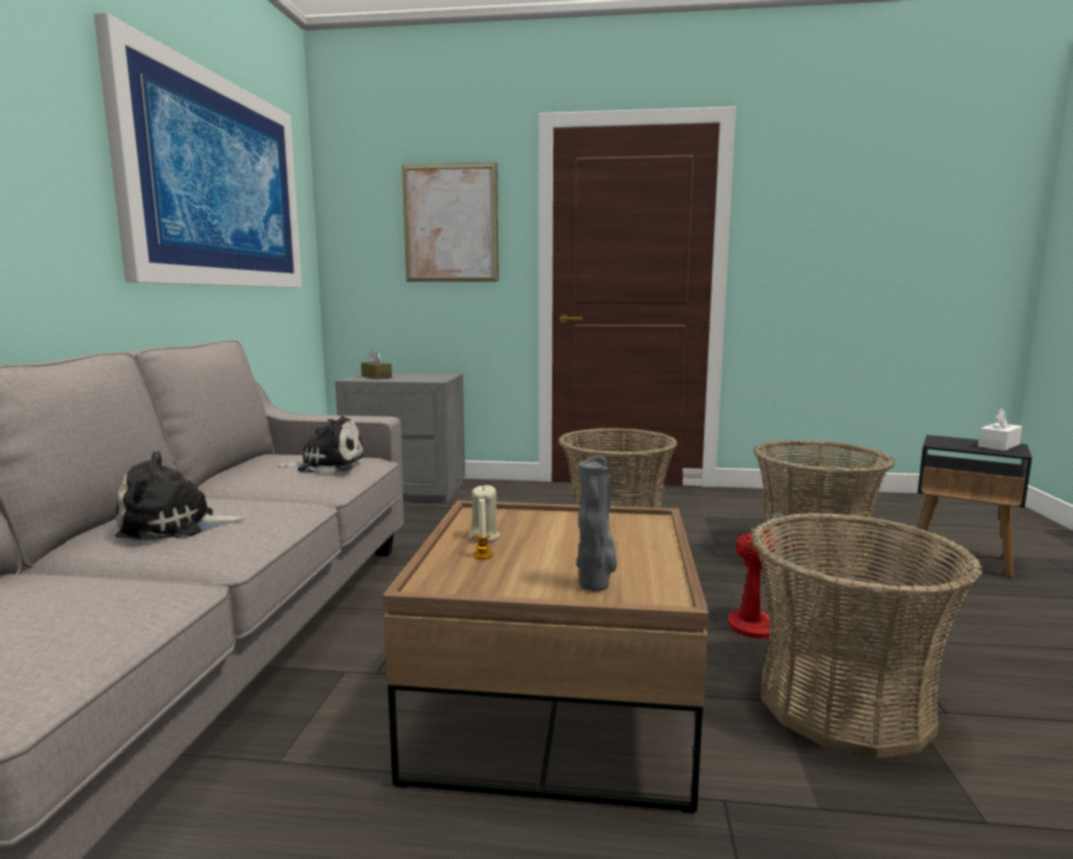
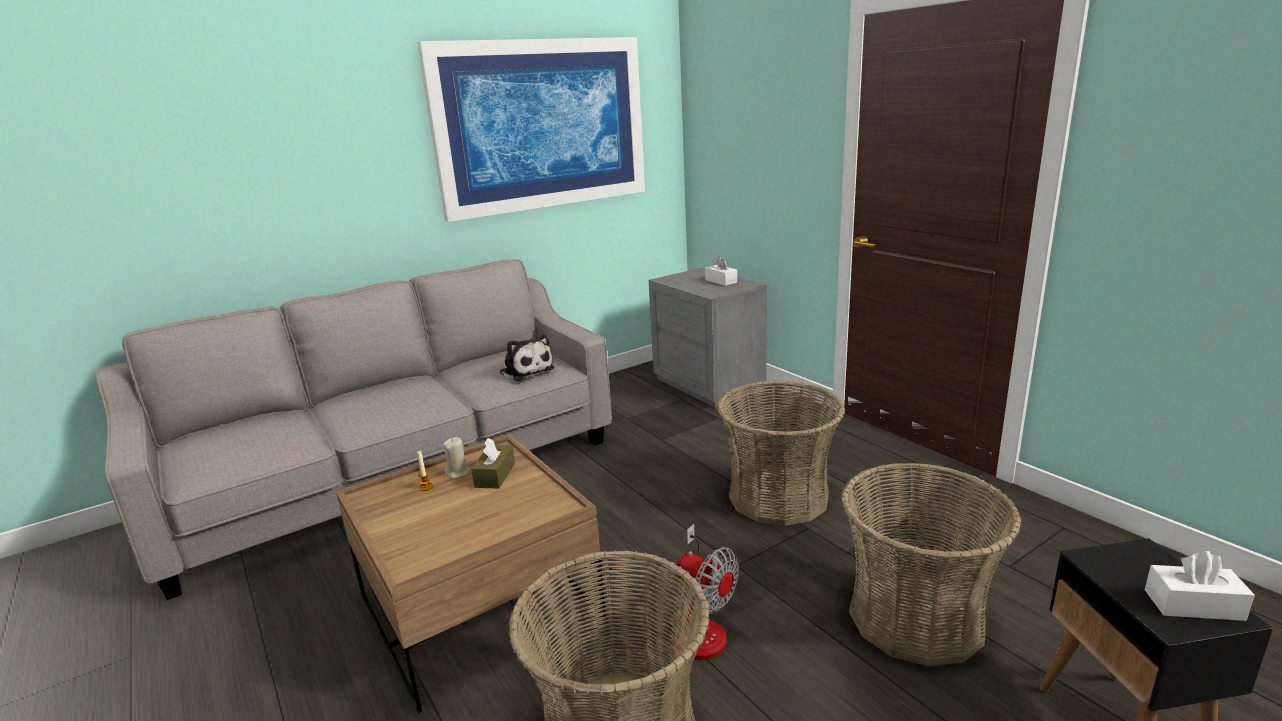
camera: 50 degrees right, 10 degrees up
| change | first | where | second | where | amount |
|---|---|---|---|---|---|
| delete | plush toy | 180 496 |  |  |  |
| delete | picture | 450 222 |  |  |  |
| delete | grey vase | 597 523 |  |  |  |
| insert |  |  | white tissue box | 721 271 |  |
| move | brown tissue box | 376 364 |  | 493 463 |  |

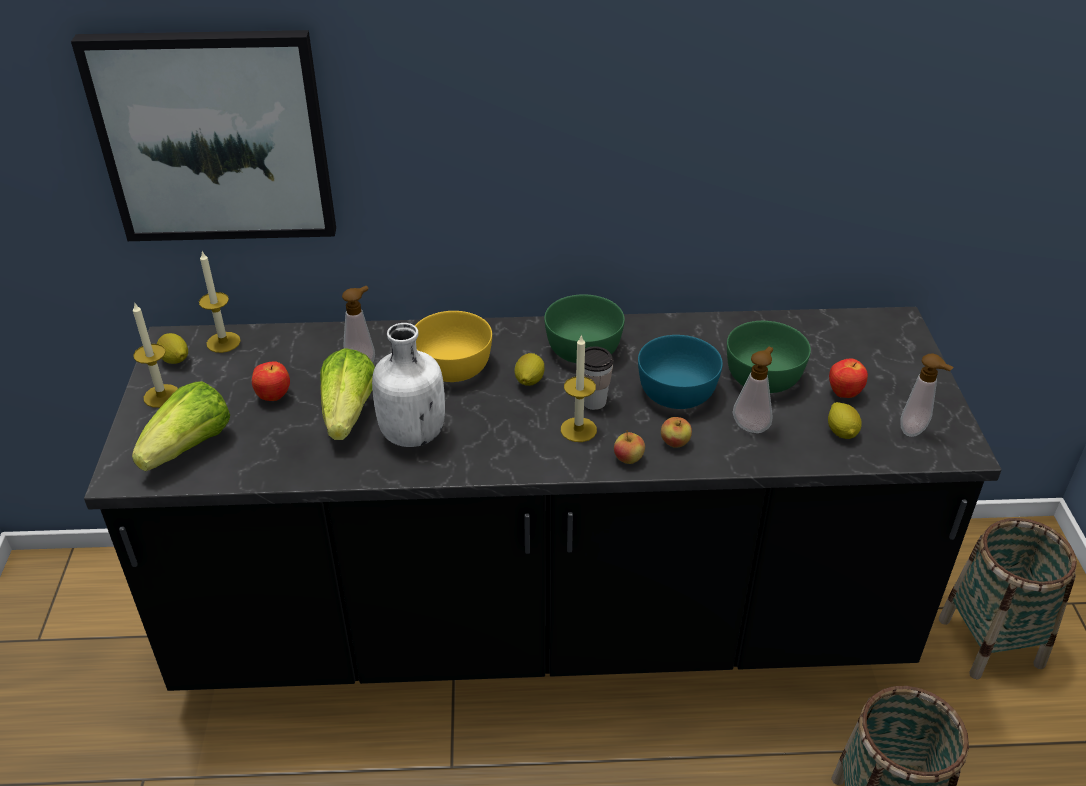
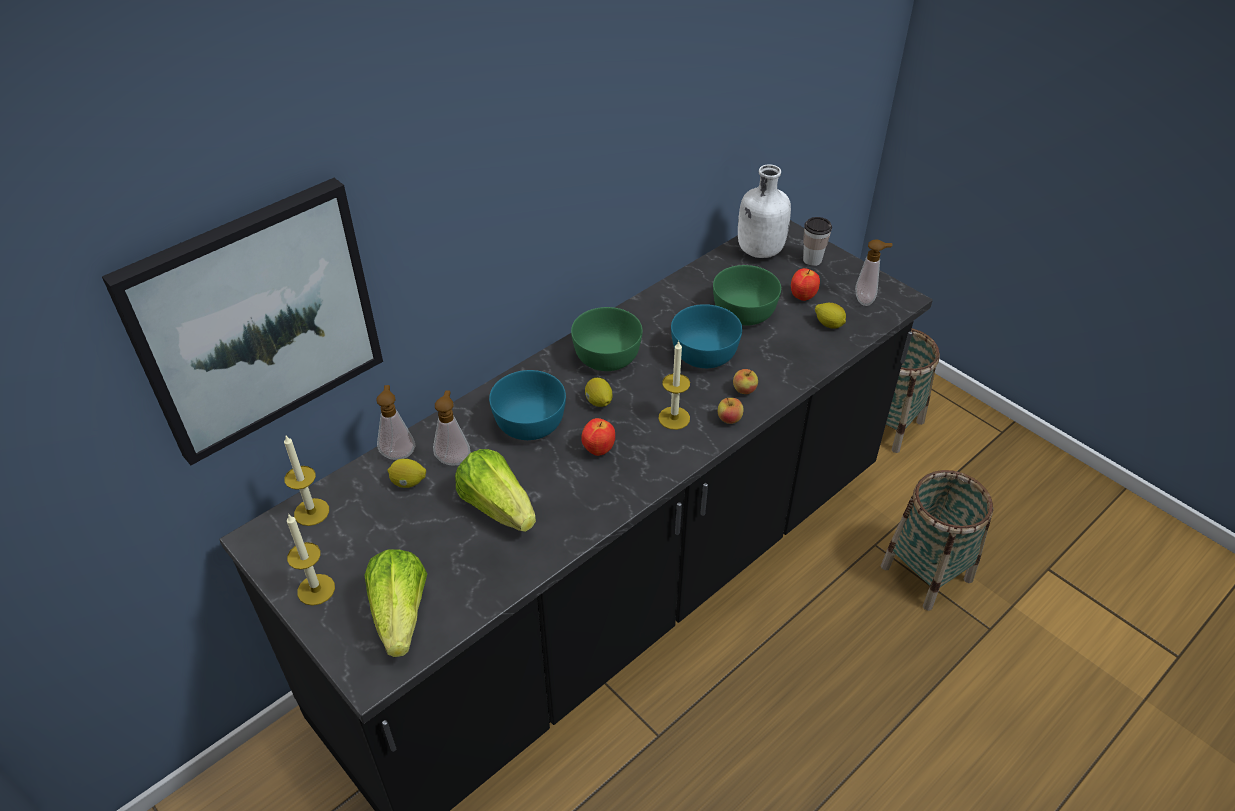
camera: 40 degrees left, 5 degrees up
| change | first | where | second | where | amount |
|---|---|---|---|---|---|
| move | lemon | 172 348 |  | 407 473 |  |
| move | apple | 271 381 |  | 598 437 |  |
| move | white bottle | 408 385 |  | 764 211 |  |
| move | cup | 598 378 |  | 817 241 |  |
| move | soap dispenser | 752 390 |  | 396 422 |  |
| recolor | yellow bowl | 453 346 | turquoise bowl | 527 405 |  |

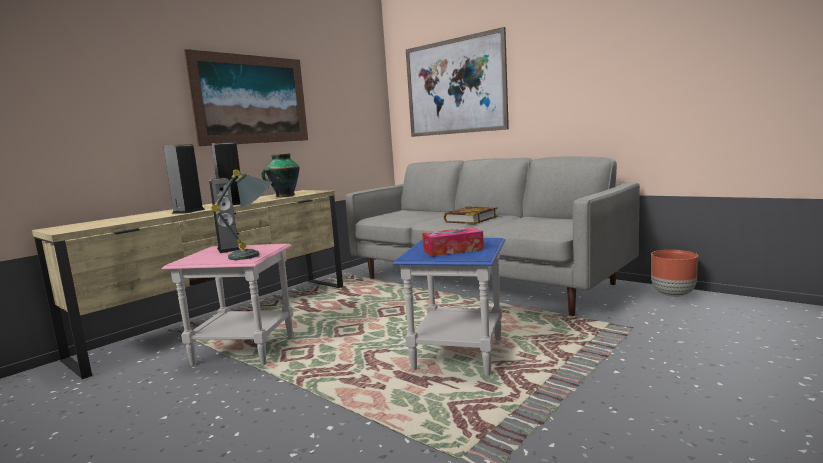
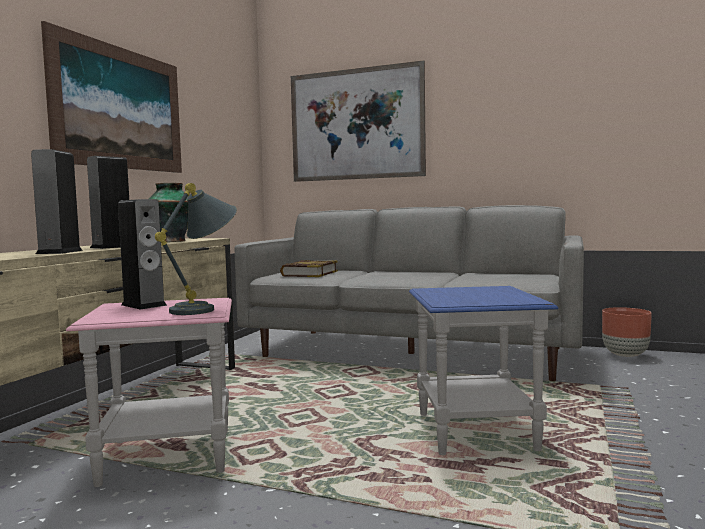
camera: 20 degrees left, 5 degrees down
| change | first | where | second | where | amount |
|---|---|---|---|---|---|
| delete | tissue box | 453 241 |  |  |  |
| move | book | 471 215 |  | 309 268 |  |

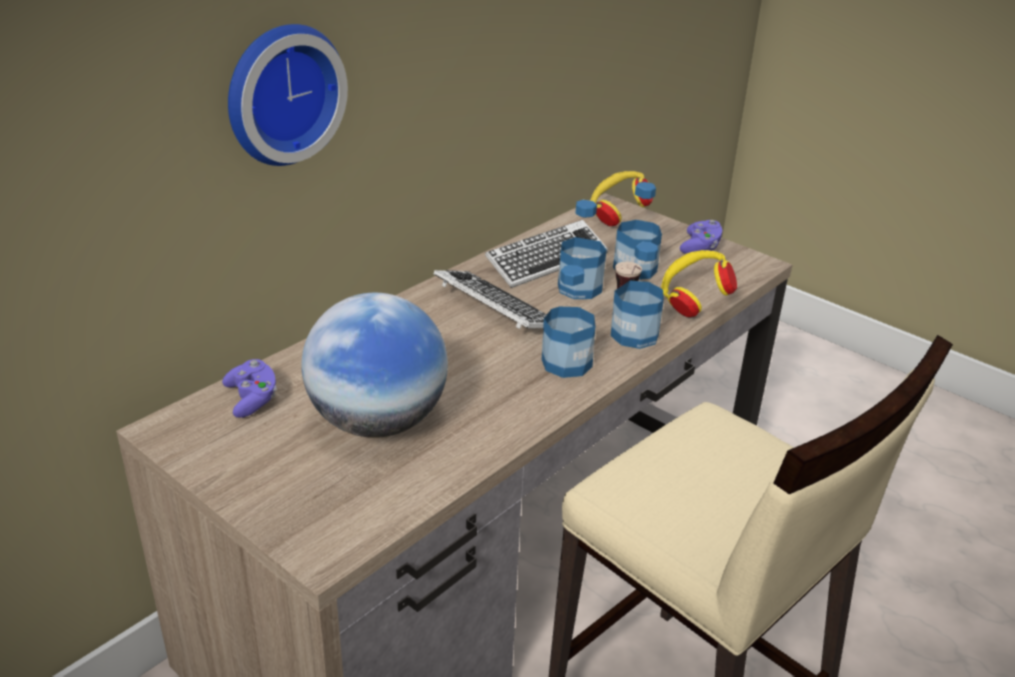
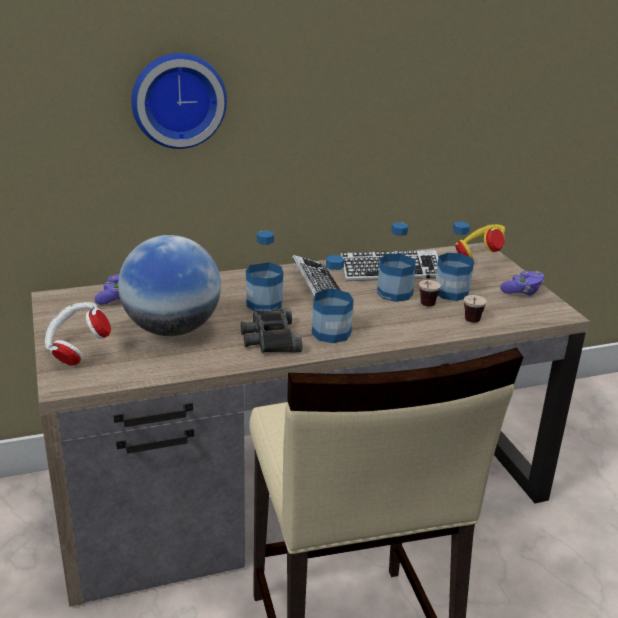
camera: 30 degrees right, 5 degrees down
| change | first | where | second | where | amount |
|---|---|---|---|---|---|
| insert |  |  | white headphones | 78 333 |  |
| insert |  |  | black binoculars | 271 330 |  |
| move | bottle | 637 295 |  | 264 271 |  |
| replace | yellow headphones | 699 283 | cup | 475 309 |  |

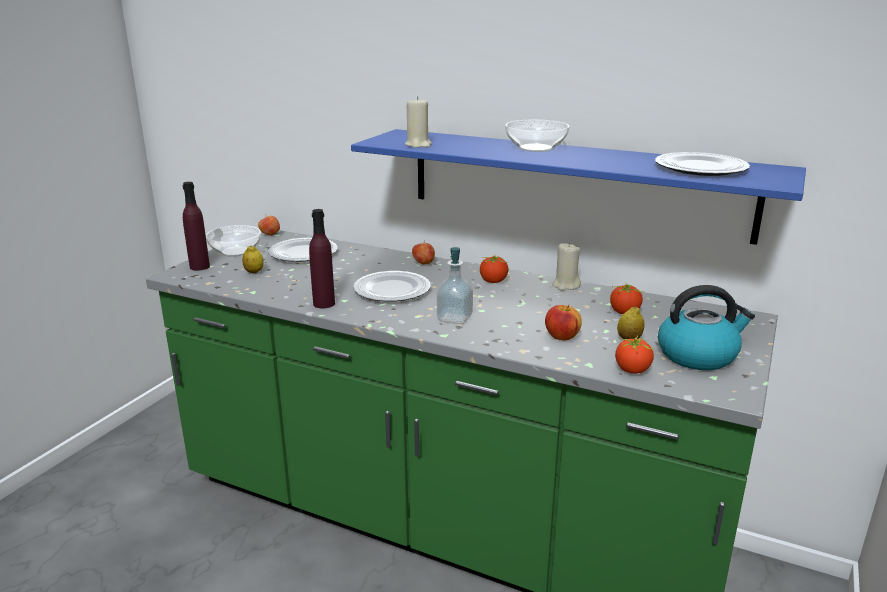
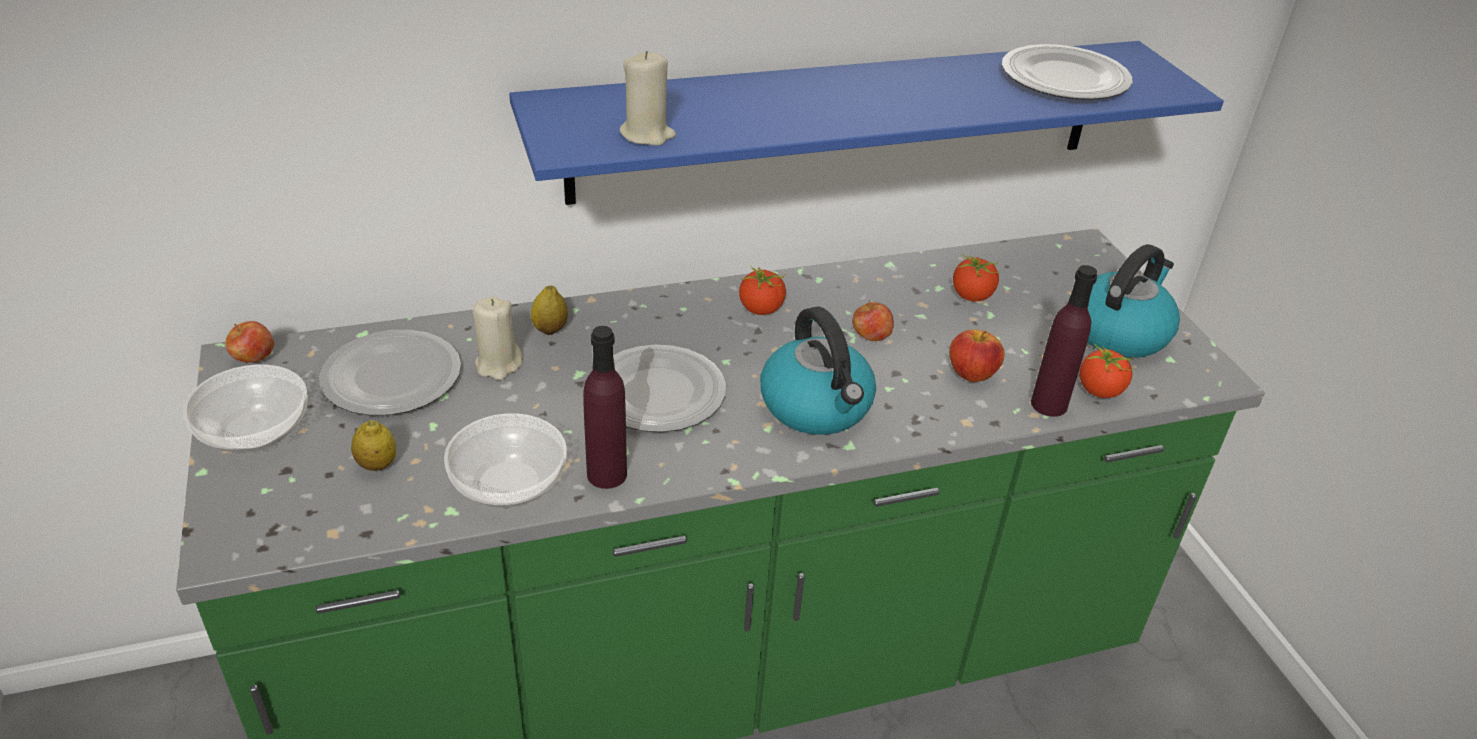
camera: 45 degrees left, 15 degrees up
| change | first | where | second | where | amount |
|---|---|---|---|---|---|
| move | purple bottle | 196 226 |  | 1064 341 |  |
| move | apple | 423 253 |  | 873 320 |  |
| move | bowl | 537 136 |  | 505 460 |  |
| move | beige candle | 566 266 |  | 498 338 |  |
| move | lemon | 630 322 |  | 549 310 |  |
| replace | soap dispenser | 455 285 | kettle | 818 371 |  |

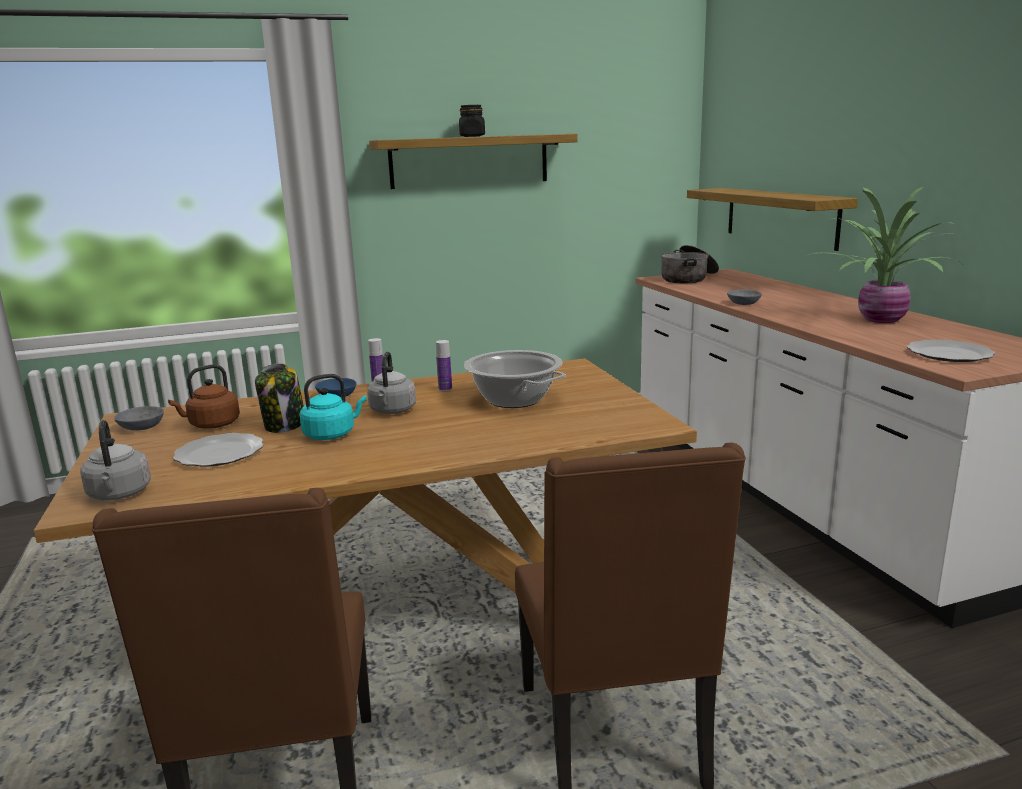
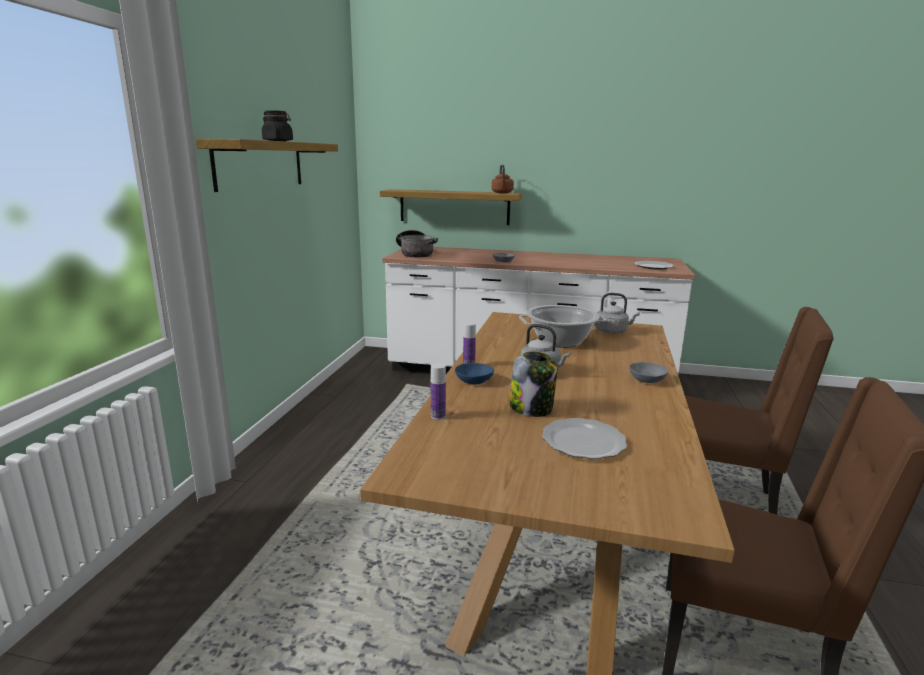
camera: 60 degrees left, 0 degrees up
| change | first | where | second | where | amount |
|---|---|---|---|---|---|
| delete | turquoise kettle | 333 407 |  |  |  |
| delete | potted plant | 883 255 |  |  |  |
| move | grey kettle | 115 460 |  | 617 313 |  |
| move | grey bowl | 139 418 |  | 648 372 |  |
| move | brown kettle | 204 396 |  | 503 178 |  |
| move | bottle | 444 366 |  | 438 391 |  |

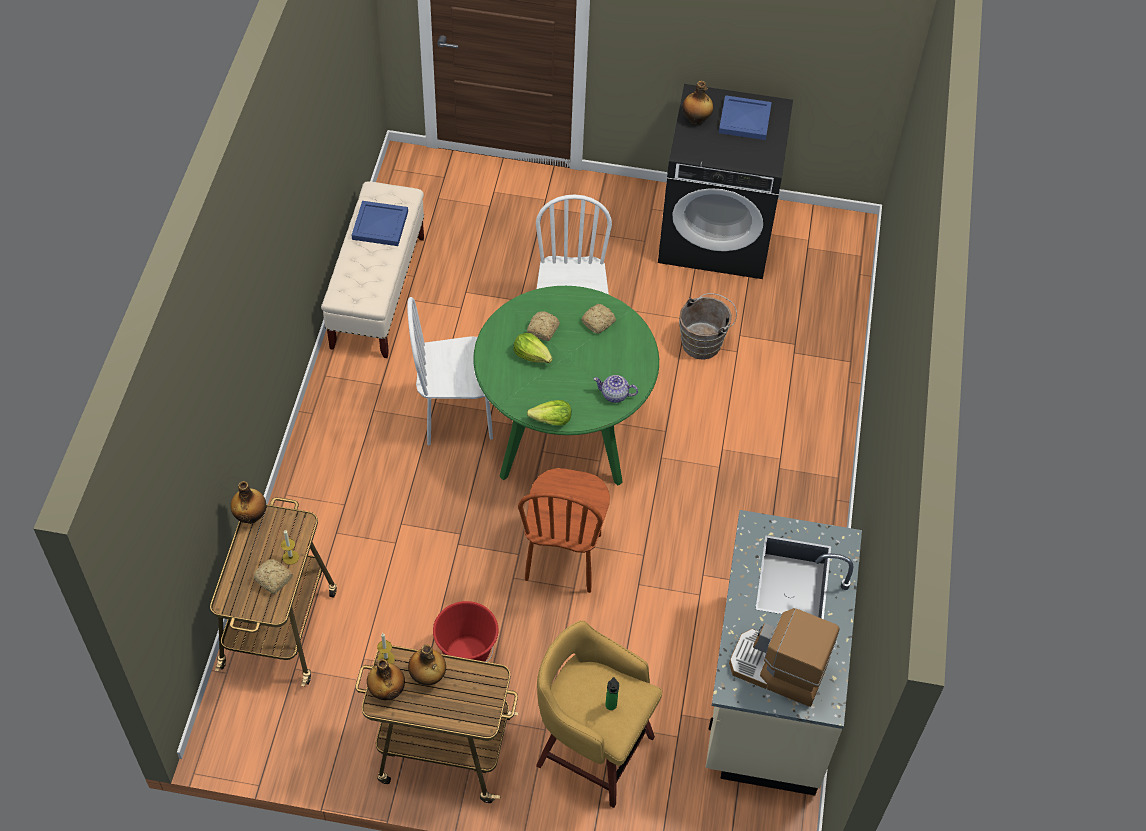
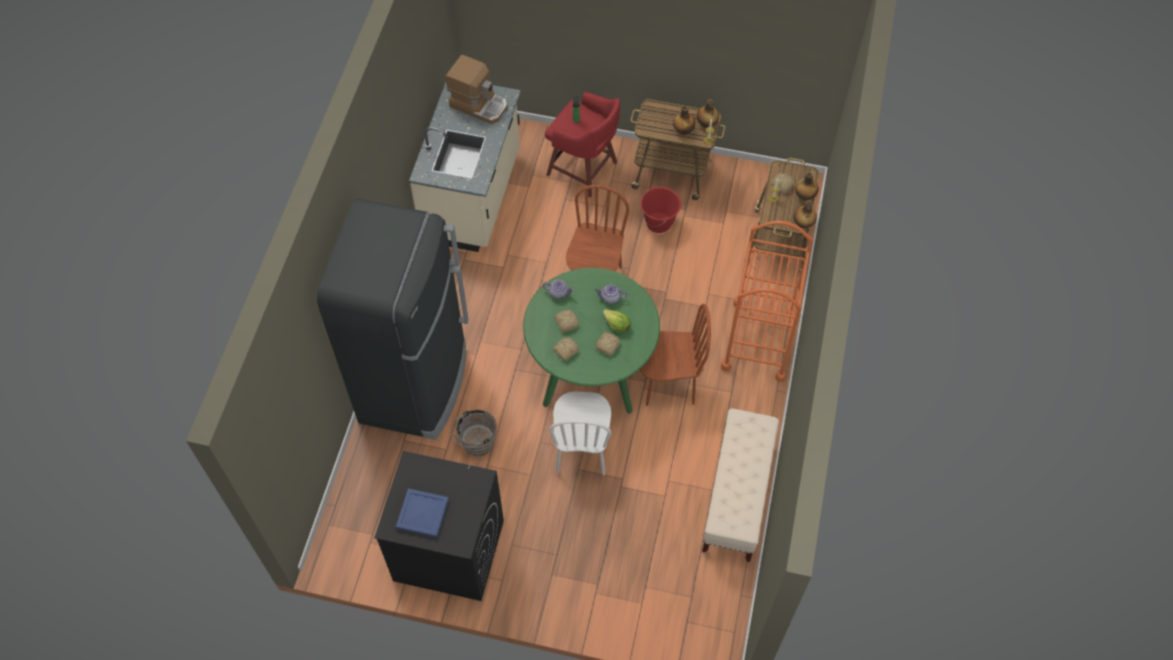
camera: 175 degrees left, 5 degrees up
| change | first | where | second | where | amount |
|---|---|---|---|---|---|
| delete | blue tray | 379 223 |  |  |  |
| delete | lettuce | 549 412 |  |  |  |
| insert |  |  | black fridge | 392 319 |  |
| insert |  |  | bread | 566 320 |  |
| insert |  |  | teapot | 611 294 |  |
| insert |  |  | orange cart | 767 301 |  |
| move | bottle | 697 102 |  | 807 186 |  |
| recolor | white chair | 450 371 | brown chair | 675 355 |  |
| recolor | yellow stool | 599 714 | red stool | 582 145 |  |

